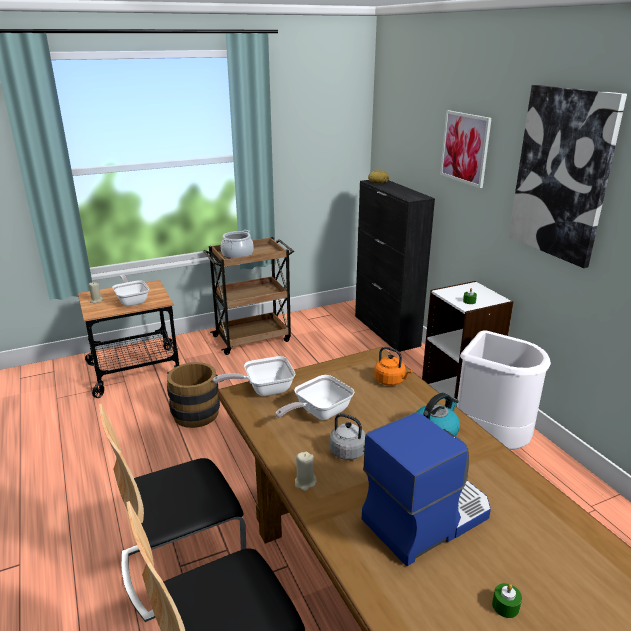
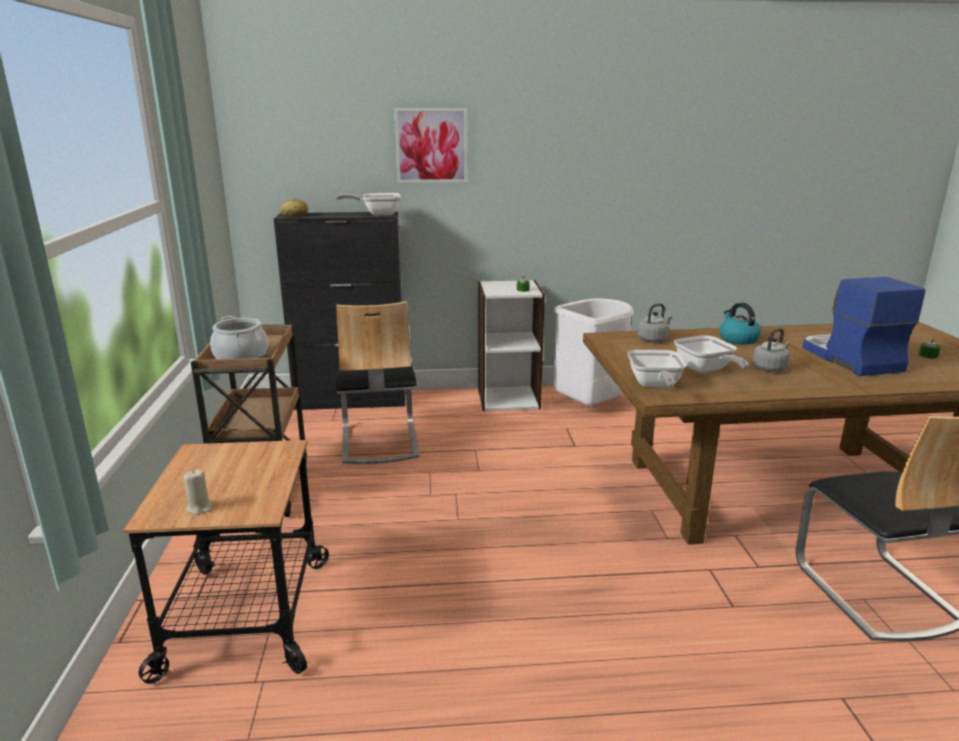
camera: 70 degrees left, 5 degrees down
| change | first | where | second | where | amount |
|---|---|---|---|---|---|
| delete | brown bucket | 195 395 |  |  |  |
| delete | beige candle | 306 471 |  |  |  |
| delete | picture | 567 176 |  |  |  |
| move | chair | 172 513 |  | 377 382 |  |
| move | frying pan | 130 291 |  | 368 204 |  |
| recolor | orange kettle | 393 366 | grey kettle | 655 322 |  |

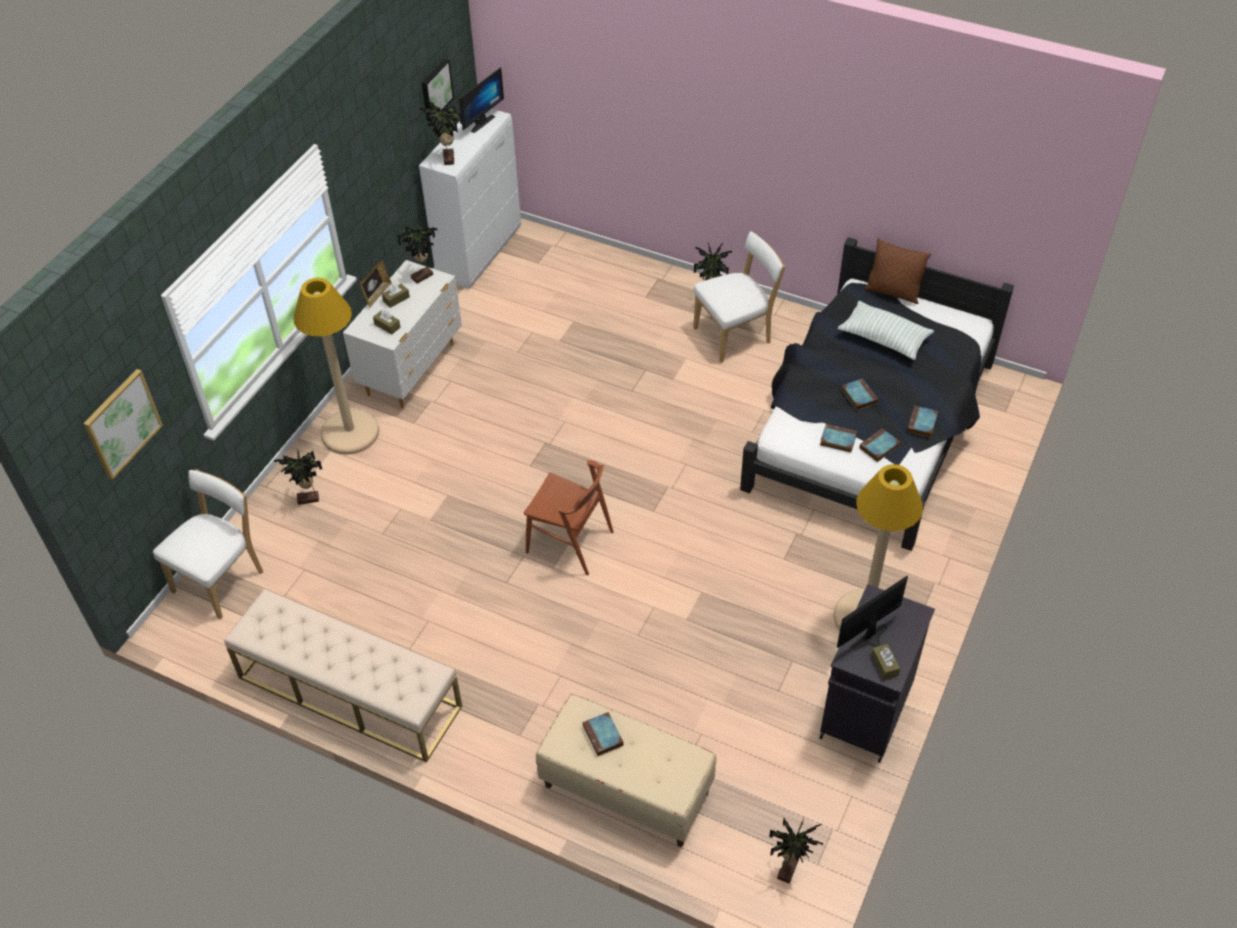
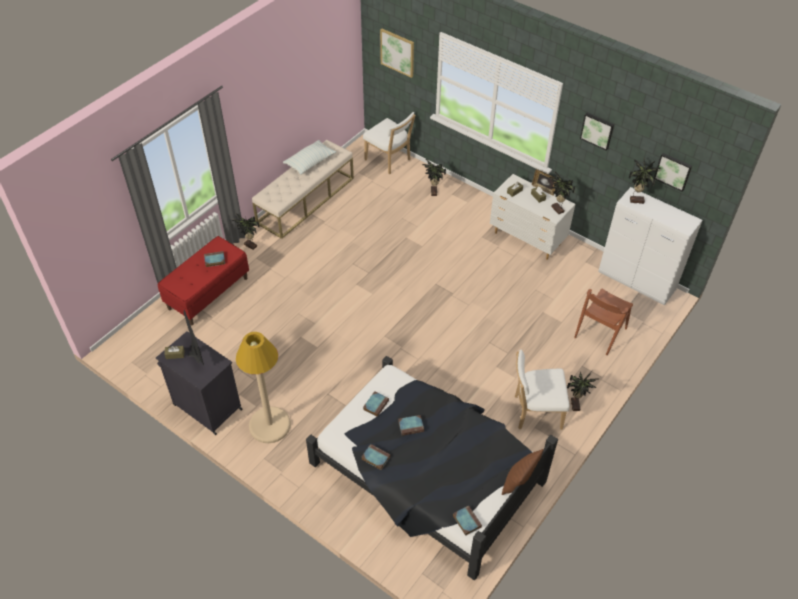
camera: 100 degrees right, 0 degrees up
| change | first | where | second | where | amount |
|---|---|---|---|---|---|
| delete | beige floor lamp | 336 366 |  |  |  |
| delete | monitor | 481 100 |  |  |  |
| insert |  |  | picture | 597 132 |  |
| move | brown chair | 569 517 |  | 603 322 |  |
| move | potted plant | 796 851 |  | 245 232 |  |
| move | pillow | 886 330 |  | 309 157 |  |
| move | book | 880 445 |  | 467 520 |  |
| recolor | beige bench | 626 770 | red bench | 203 280 |  |
| rotate | white chair | 739 297 |  | 542 390 | 105 degrees clockwise |

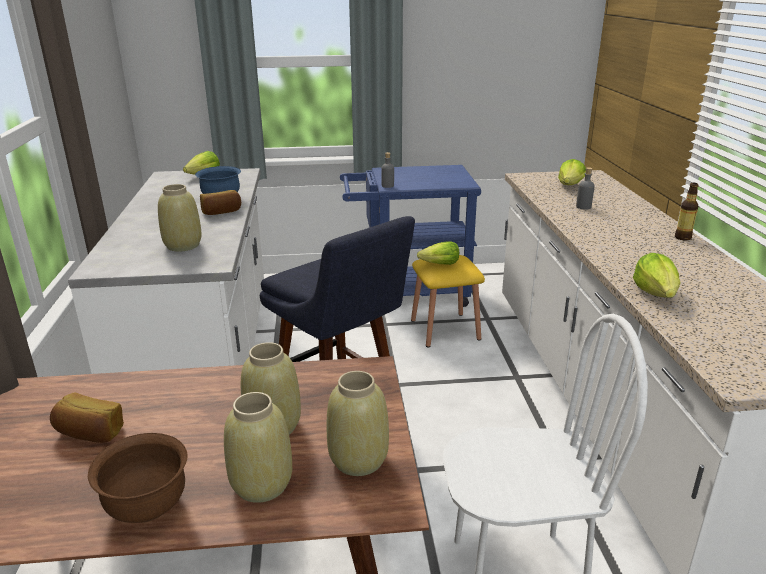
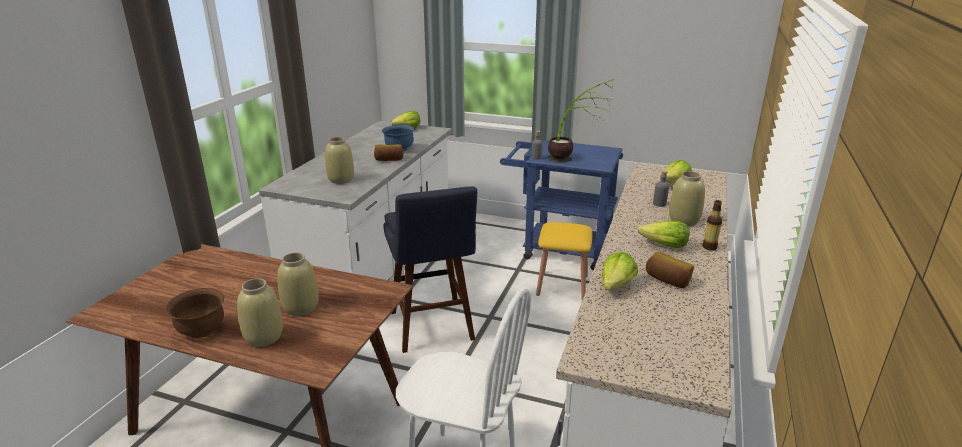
camera: 25 degrees right, 0 degrees up
| change | first | where | second | where | amount |
|---|---|---|---|---|---|
| insert |  |  | potted plant | 581 121 |  |
| move | bread | 87 417 |  | 670 270 |  |
| move | beige vase | 358 423 |  | 687 198 |  |
| move | lettuce | 438 253 |  | 664 234 |  |

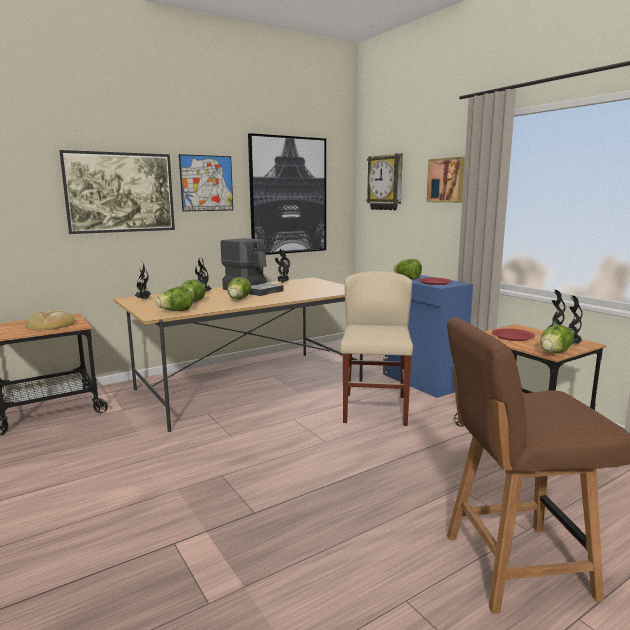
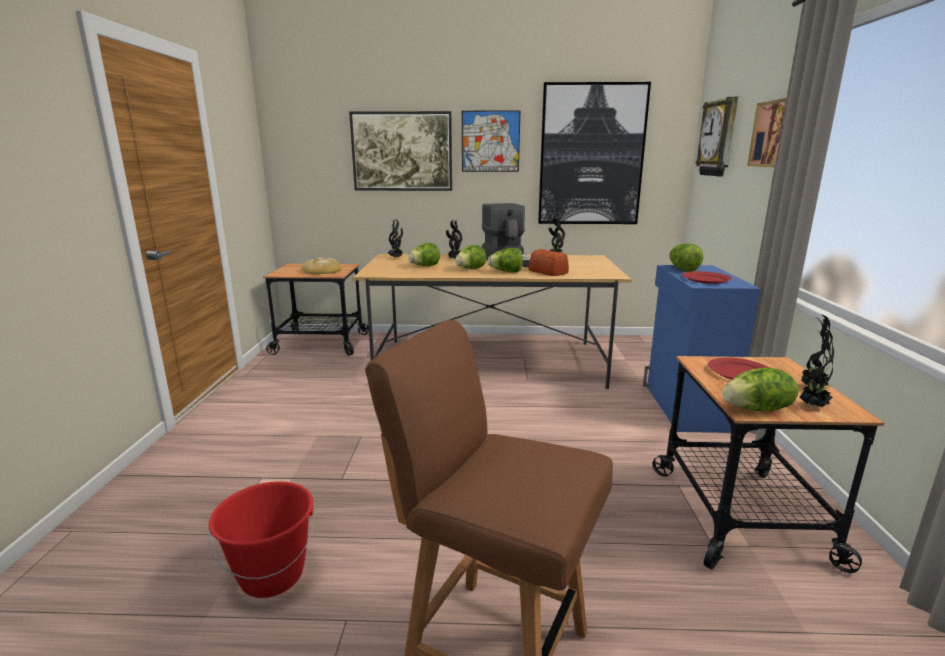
camera: 35 degrees right, 5 degrees up
| change | first | where | second | where | amount |
|---|---|---|---|---|---|
| delete | beige chair | 376 348 |  |  |  |
| insert |  |  | red bucket | 262 539 |  |
| insert |  |  | bread | 548 262 |  |
| move | lettuce | 174 298 |  | 505 260 |  |

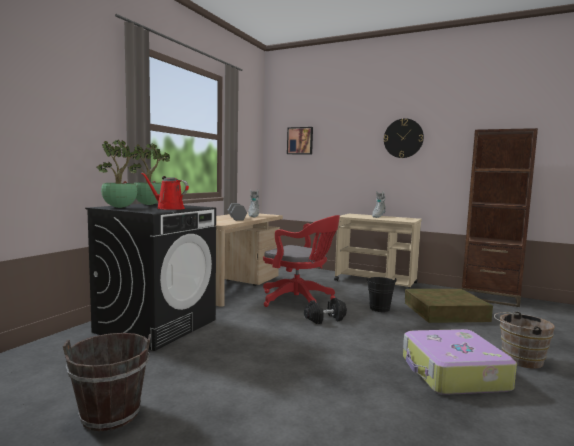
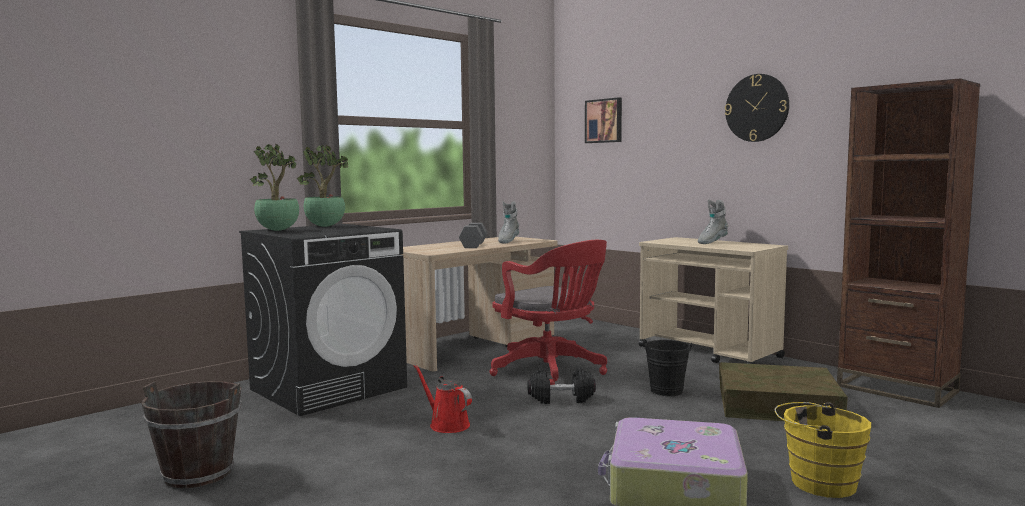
camera: 20 degrees right, 0 degrees up
| change | first | where | second | where | amount |
|---|---|---|---|---|---|
| move | red watering can | 165 191 |  | 443 398 |  |
| recolor | brown bucket | 524 340 | yellow bucket | 823 450 |  |

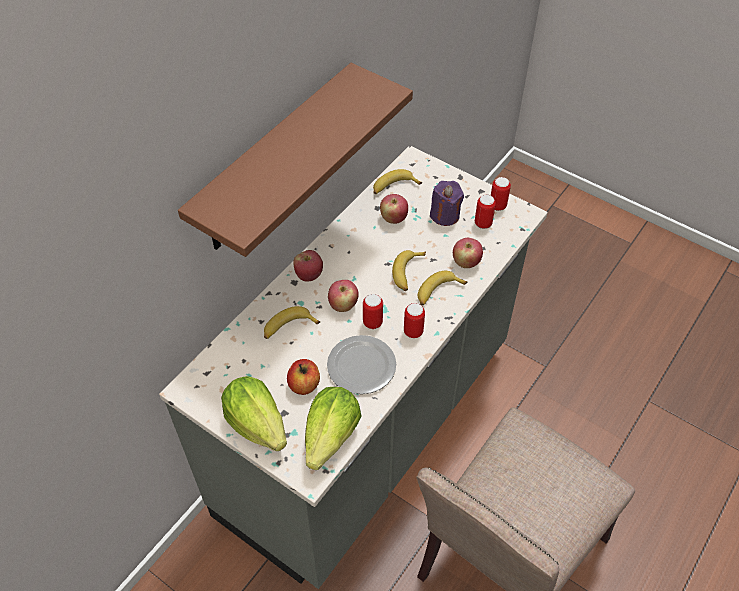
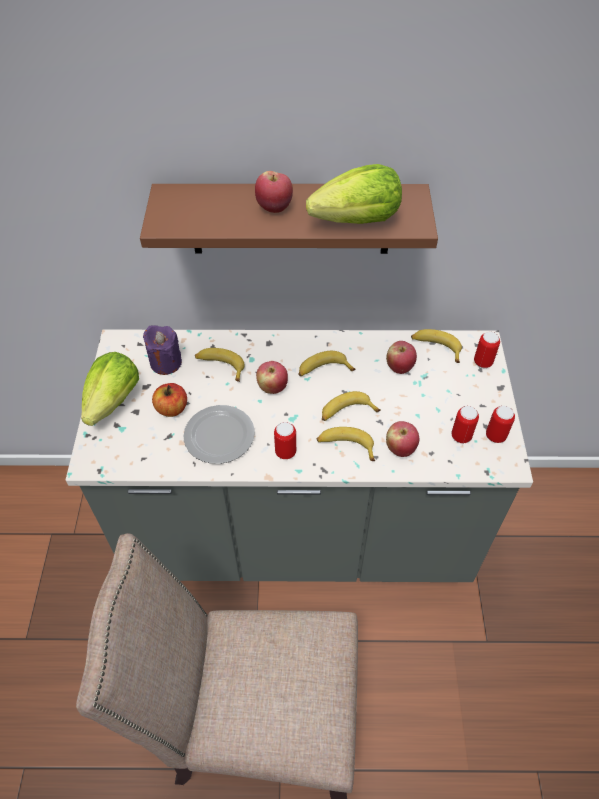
camera: 55 degrees right, 0 degrees up
| change | first | where | second | where | amount |
|---|---|---|---|---|---|
| insert |  |  | banana | 327 363 |  |
| move | apple | 308 266 |  | 274 192 |  |
| move | lettuce | 333 428 |  | 354 194 |  |
| move | can | 373 311 |  | 487 350 |  |
| move | purple candle | 447 203 |  | 162 350 |  |

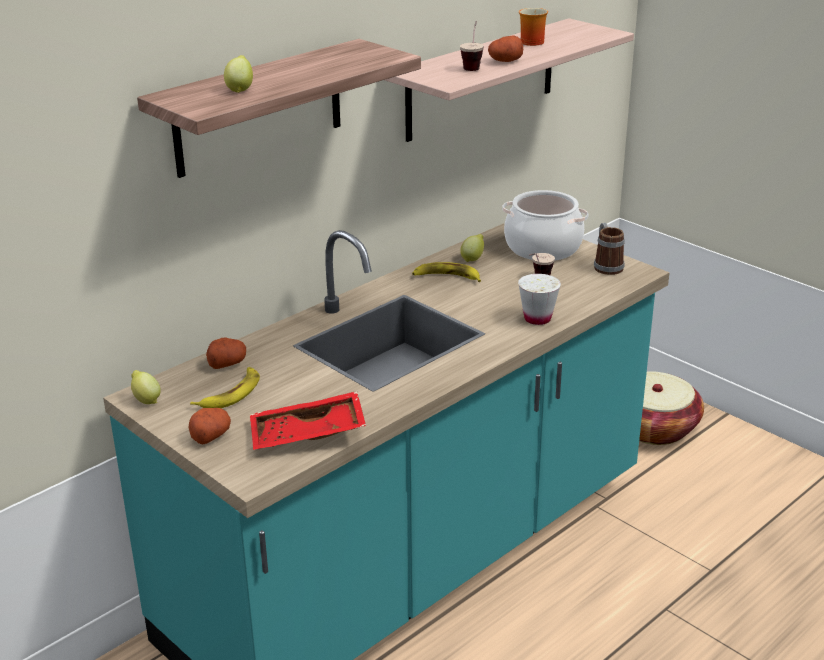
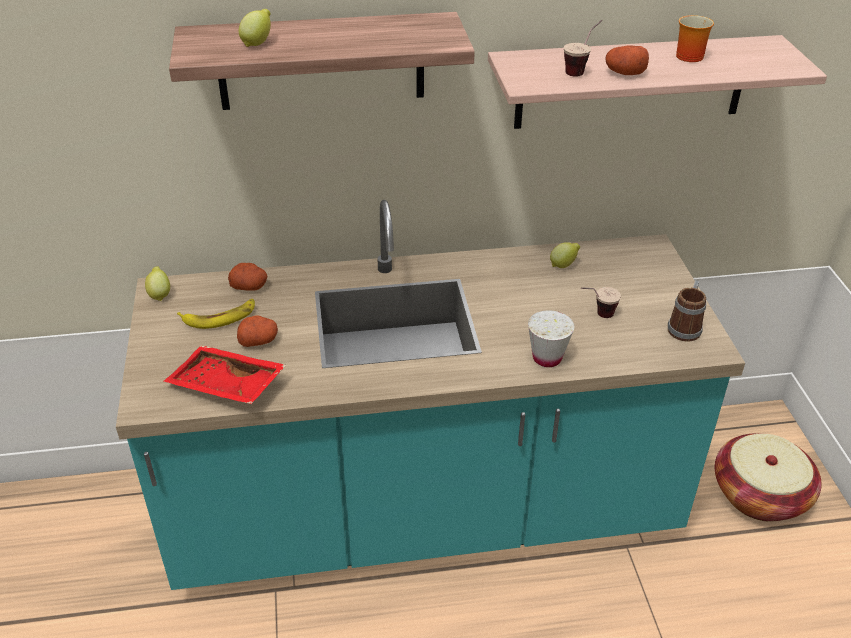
camera: 35 degrees right, 10 degrees up
| change | first | where | second | where | amount |
|---|---|---|---|---|---|
| delete | banana | 446 272 |  |  |  |
| delete | cooking pot | 545 225 |  |  |  |
| move | potato | 210 426 |  | 257 331 |  |

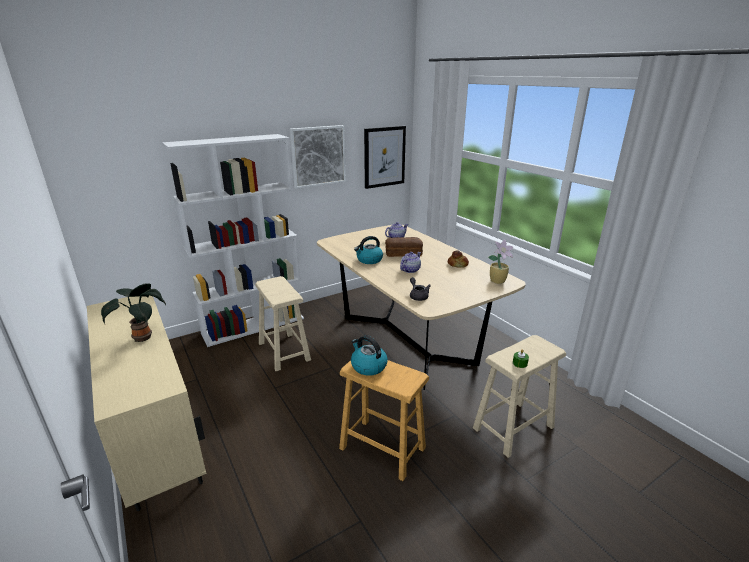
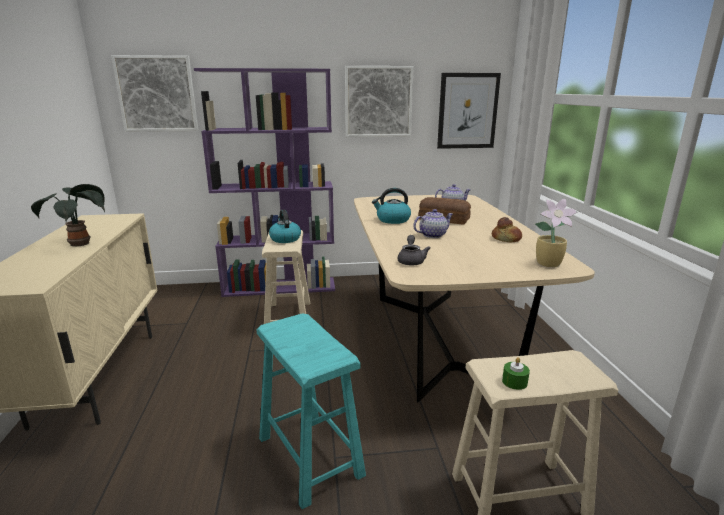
camera: 25 degrees right, 5 degrees down
| change | first | where | second | where | amount |
|---|---|---|---|---|---|
| insert |  |  | picture | 154 93 |  |
| move | kettle | 369 355 |  | 285 226 |  |
| recolor | white bookcase | 233 240 | purple bookcase | 264 182 |  |
| recolor | brown stool | 384 420 | turquoise stool | 311 411 |  |

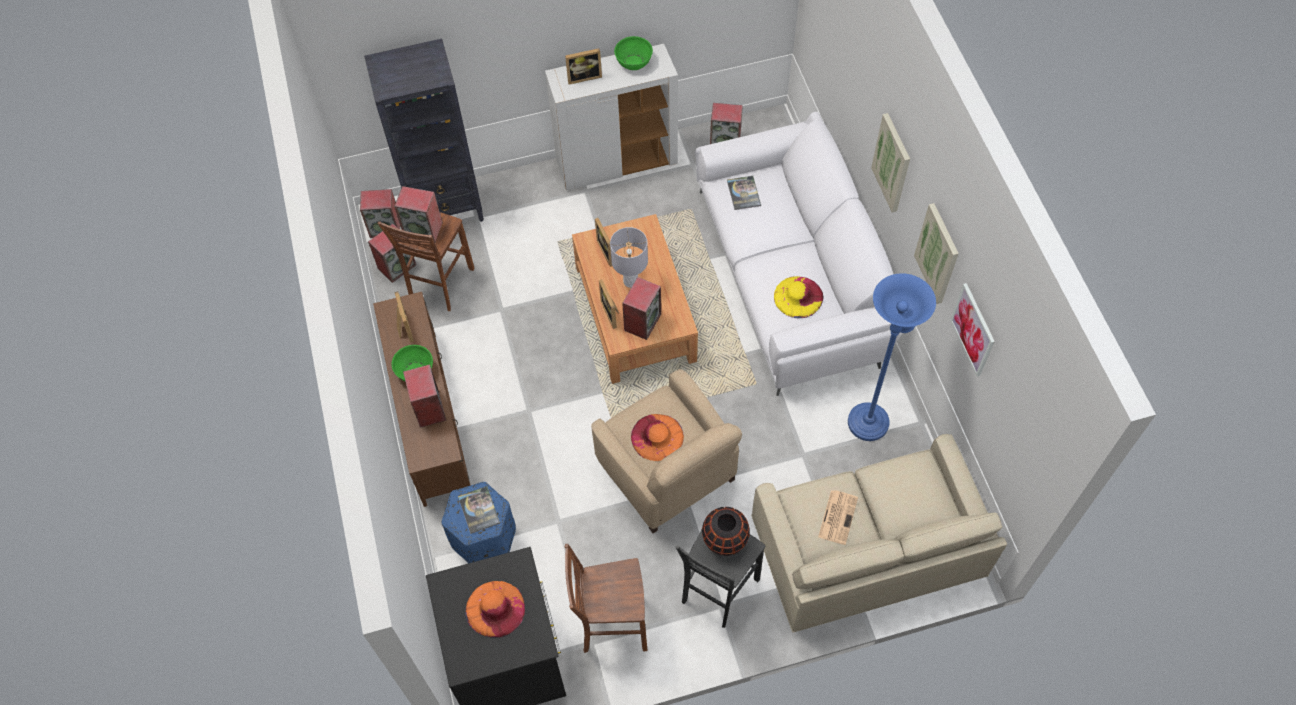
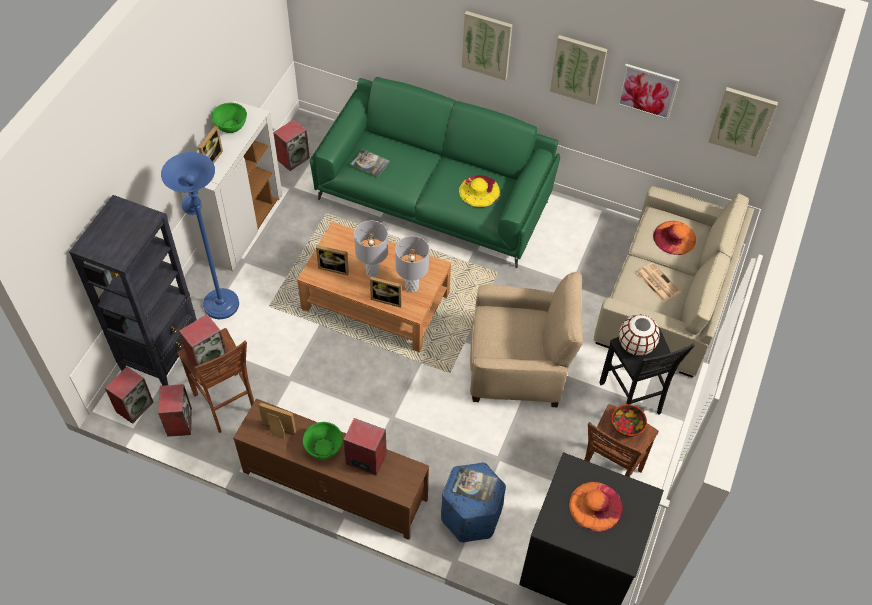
camera: 55 degrees left, 5 degrees down
| change | first | where | second | where | amount |
|---|---|---|---|---|---|
| insert |  |  | bowl | 629 420 |  |
| insert |  |  | picture | 743 122 |  |
| move | orange hat | 657 437 |  | 674 238 |  |
| move | blue floor lamp | 892 357 |  | 200 235 |  |
| replace | speaker | 641 308 | grey table lamp | 412 264 |  |
| recolor | white sofa | 799 254 | green sofa | 435 172 |  |
| recolor | black vase | 726 531 | white vase | 639 335 |  |

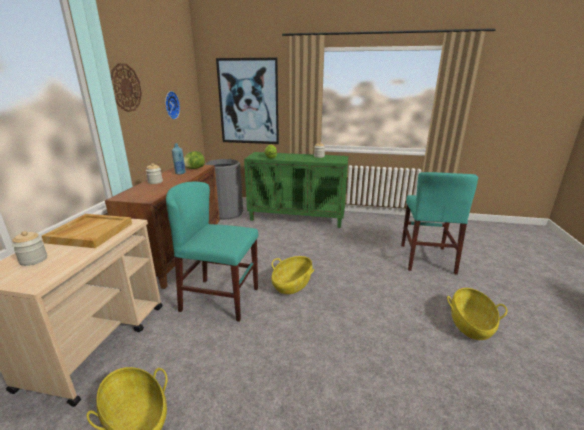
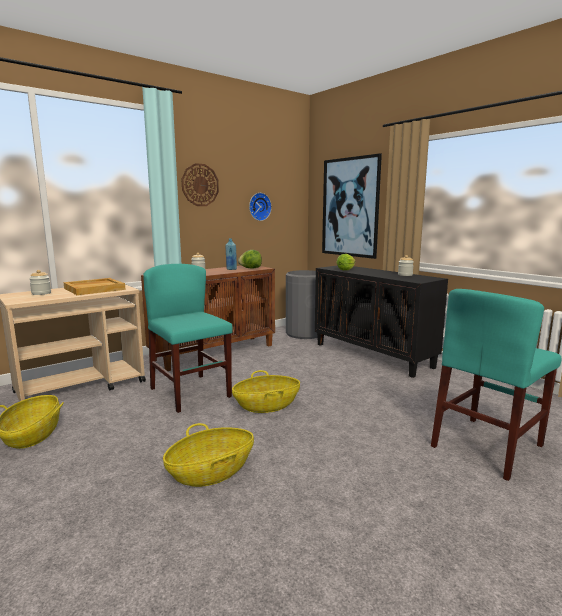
camera: 40 degrees right, 10 degrees down
| change | first | where | second | where | amount |
|---|---|---|---|---|---|
| move | basket | 477 314 |  | 208 455 |  |
| recolor | green cabinet | 296 190 | black cabinet | 381 322 |  |

